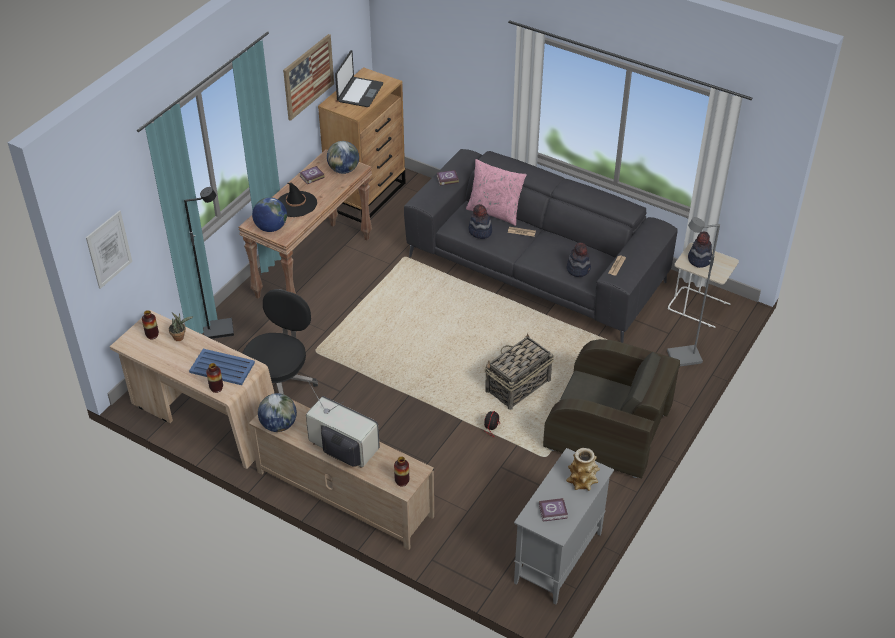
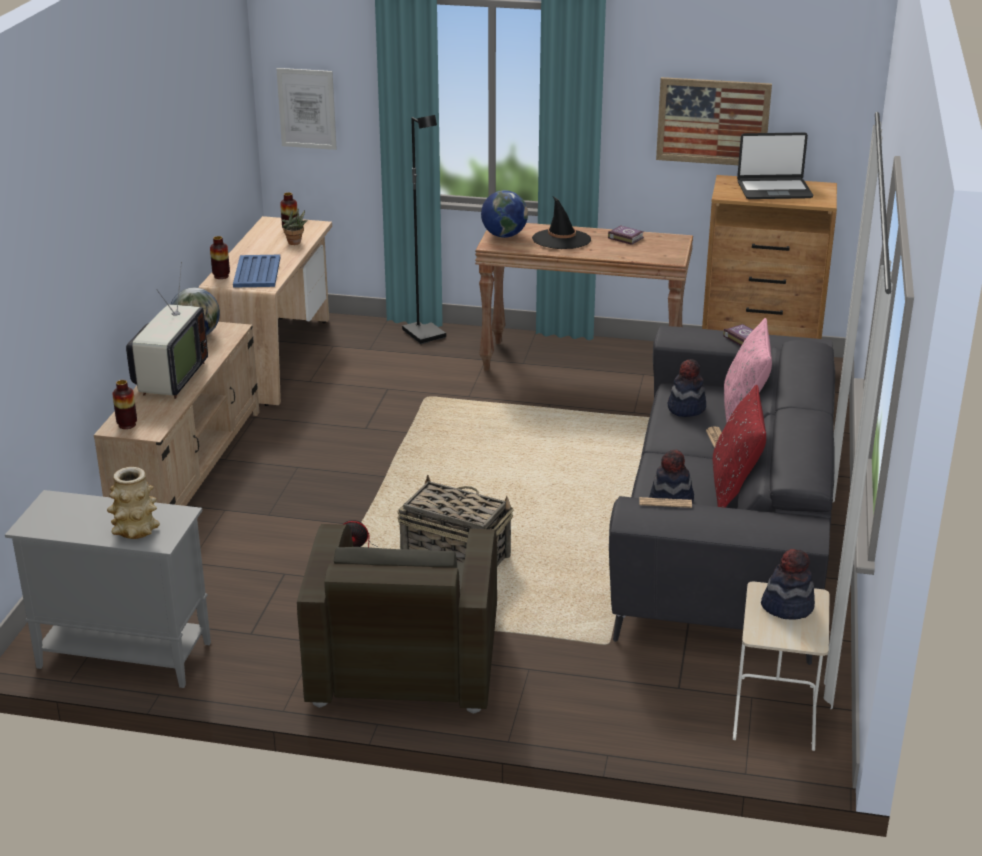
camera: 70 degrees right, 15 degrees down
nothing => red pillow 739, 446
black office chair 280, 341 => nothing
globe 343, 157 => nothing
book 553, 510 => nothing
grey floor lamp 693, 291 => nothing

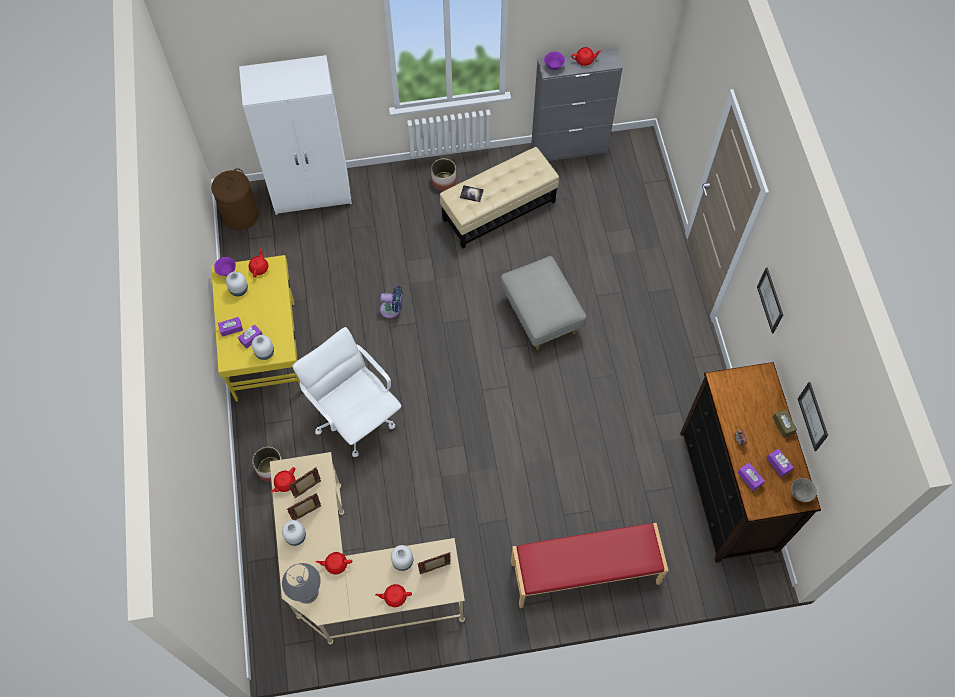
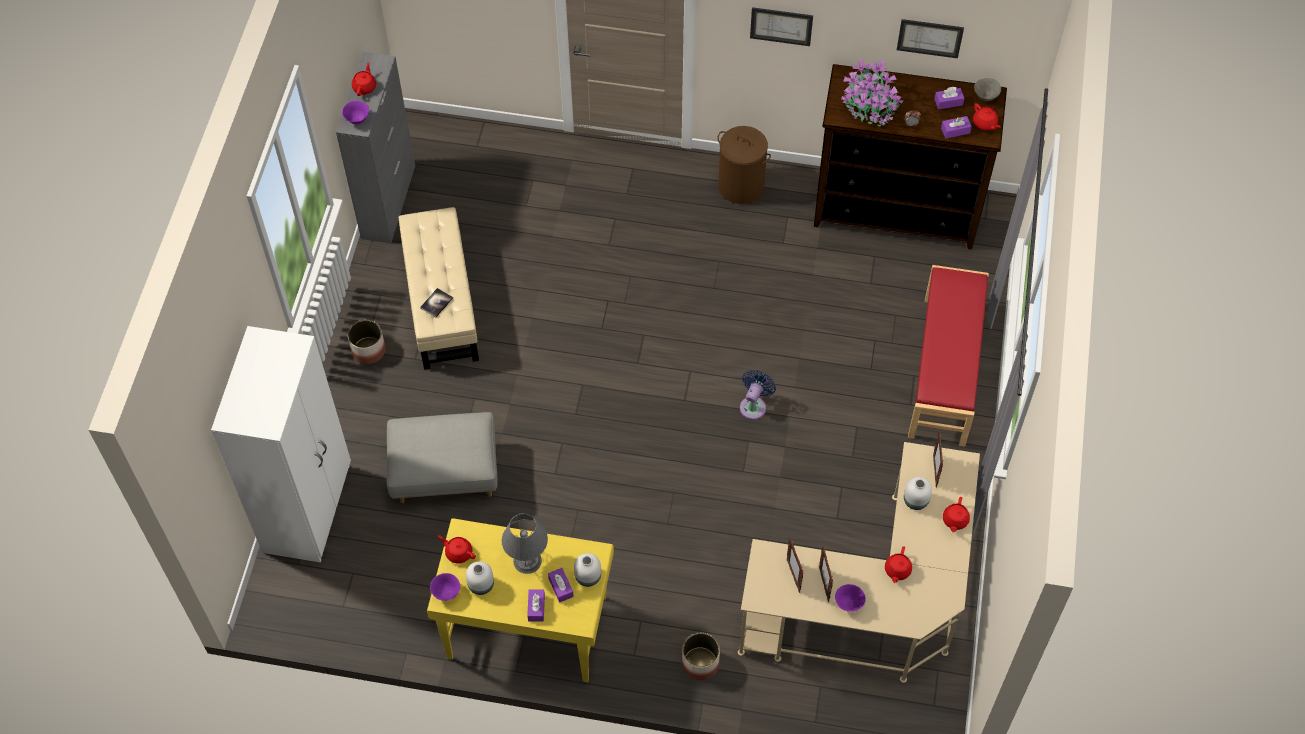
camera: 70 degrees left, 5 degrees down
grey ottoman 543, 303 => grey ottoman 442, 457, move
grey table lamp 301, 583 => grey table lamp 525, 543, move
brown laundry basket 235, 199 => brown laundry basket 744, 165, move
blue fan 391, 301 => blue fan 758, 395, move
white vase 294, 533 => purple bowl 850, 598
nothing => potted plant 872, 93
red teapot 282, 480 => red teapot 986, 116, move
white office chair 346, 392 => nothing
brown tissue box 785, 423 => nothing

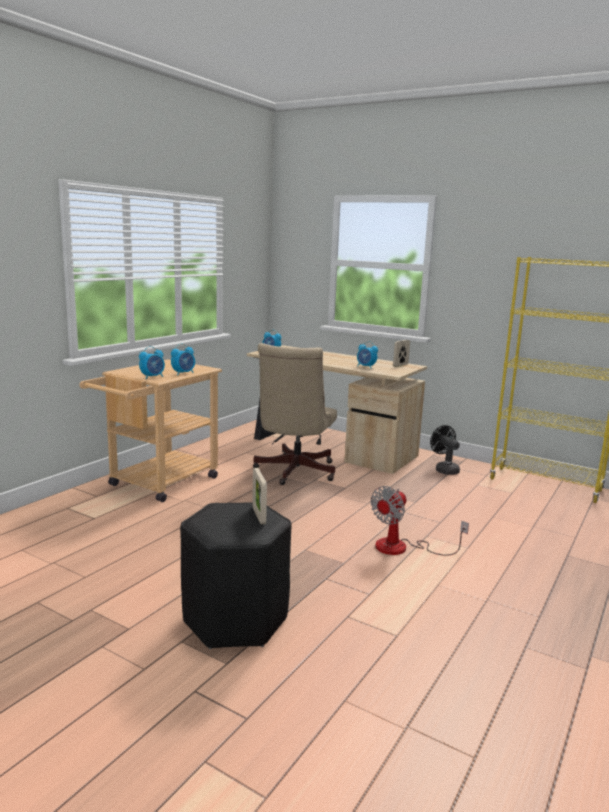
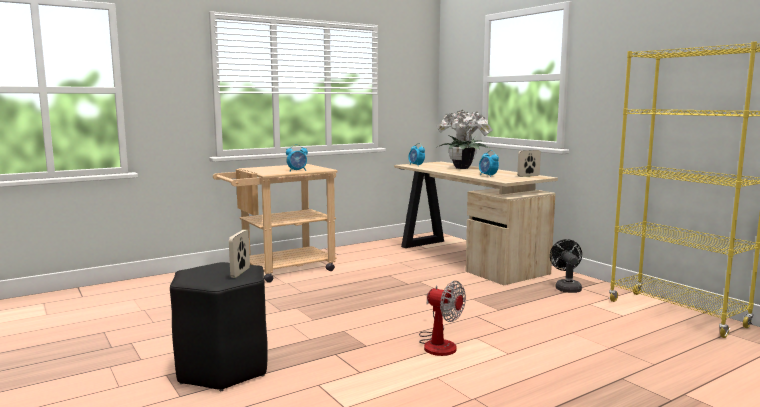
camera: 25 degrees right, 5 degrees down
fan 420, 521 => fan 442, 318, 120 degrees counterclockwise
nothing => potted plant 464, 139
alarm clock 152, 362 => nothing
beige office chair 295, 414 => nothing

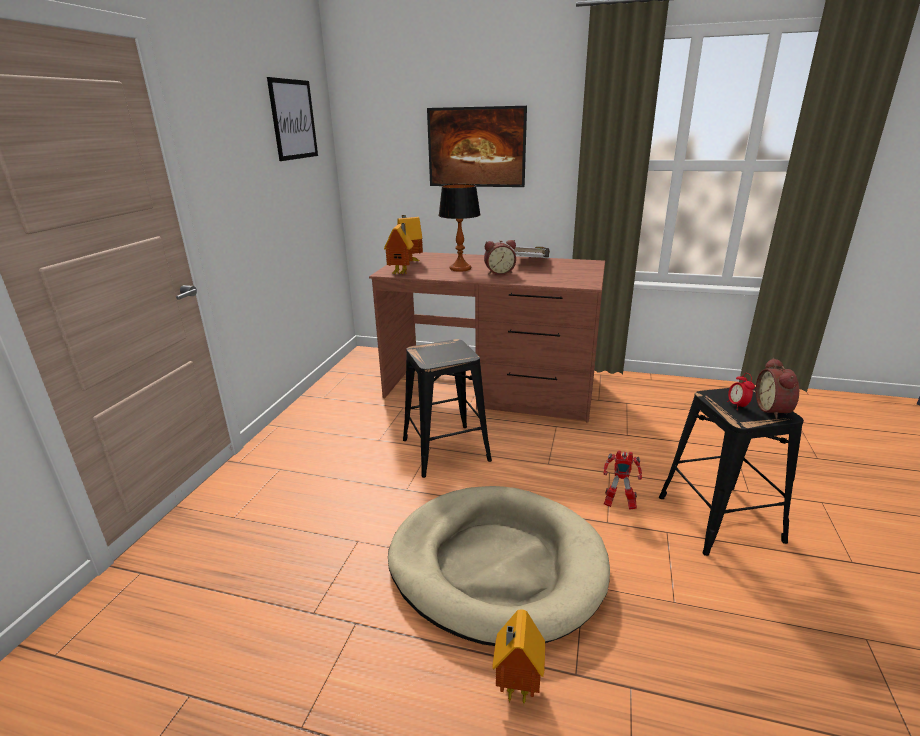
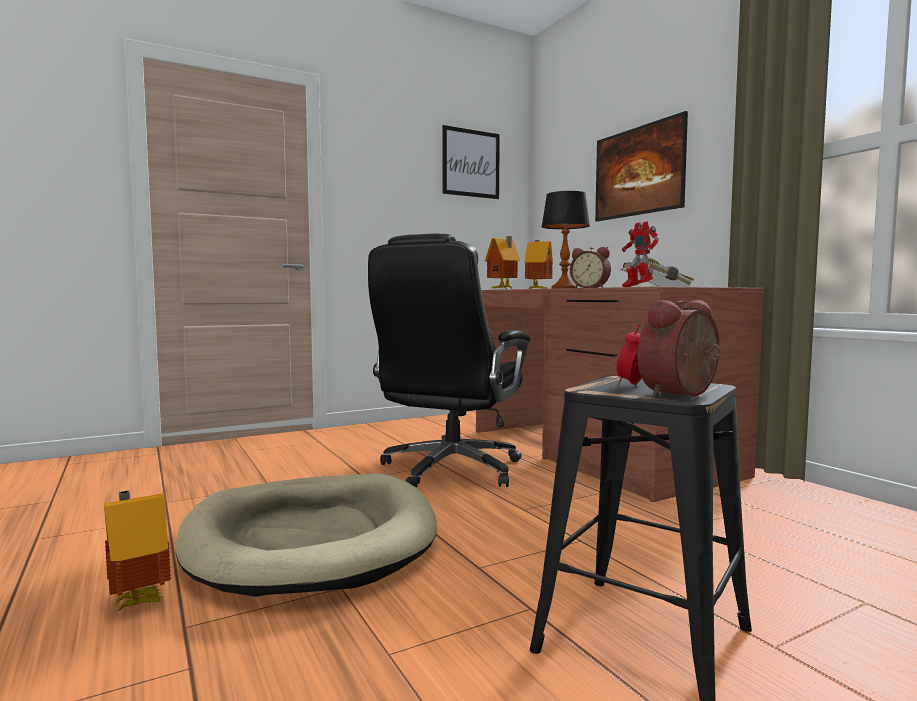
camera: 45 degrees right, 20 degrees down
black stool 447, 408 => black office chair 449, 361
toy robot 623, 480 => toy robot 640, 254, move

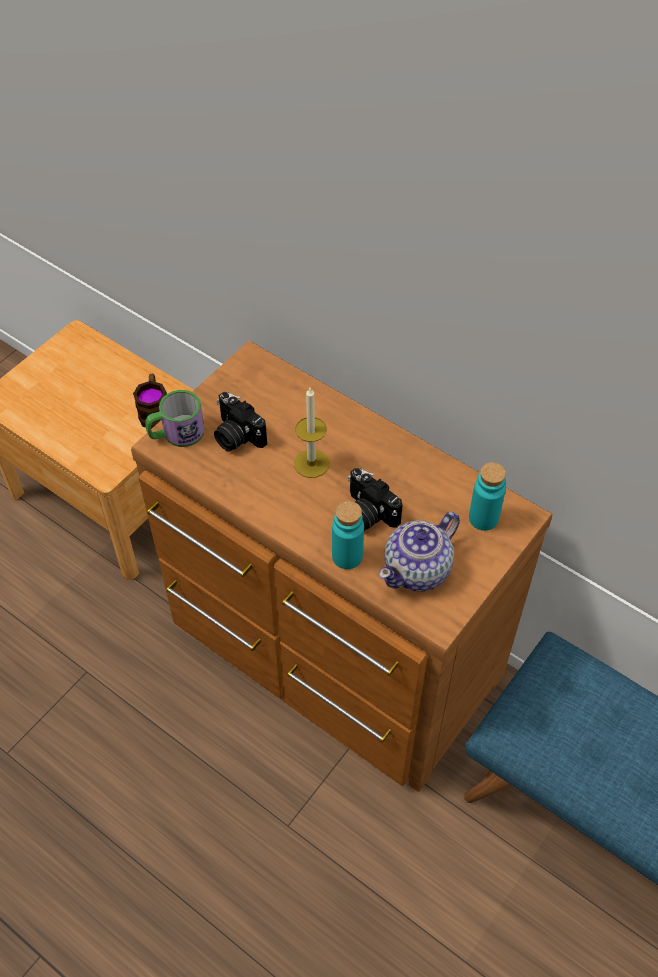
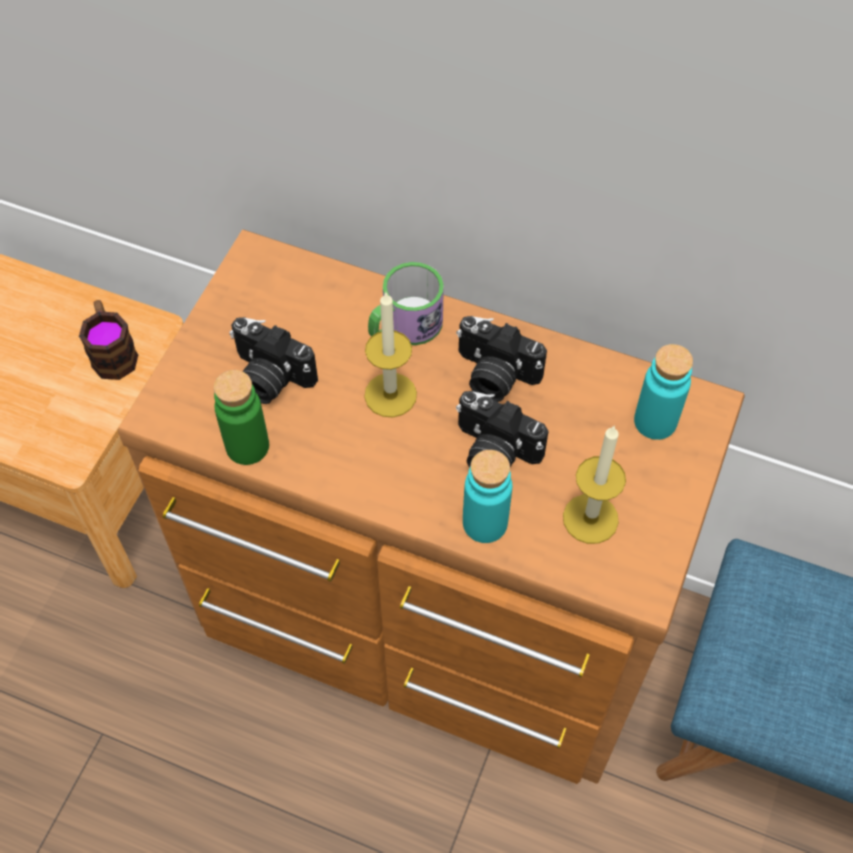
camera: 15 degrees left, 5 degrees up
nothing => green bottle 241, 417
mug 175, 418 => mug 406, 303, move
nothing => photo camera 501, 359
teapot 419, 551 => candle 594, 484

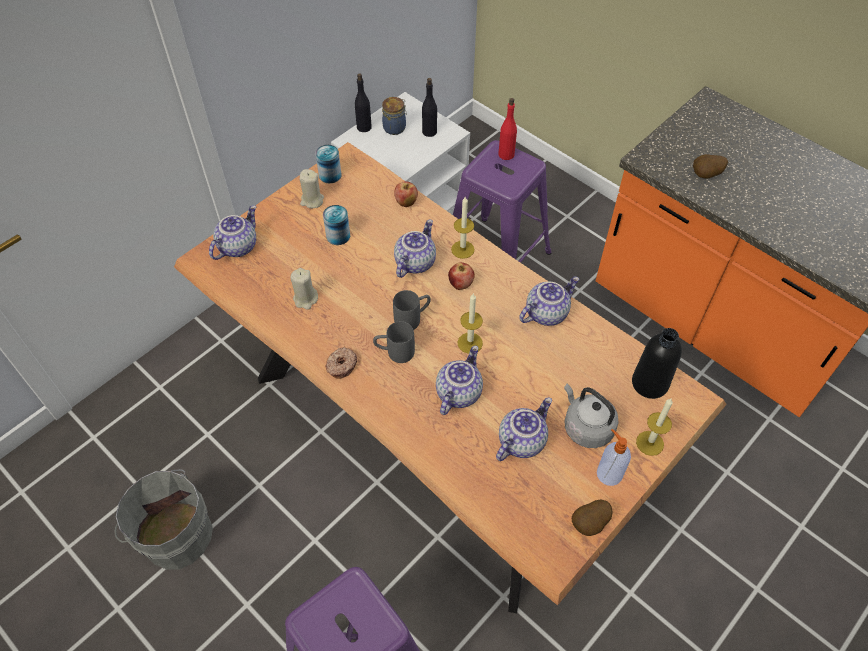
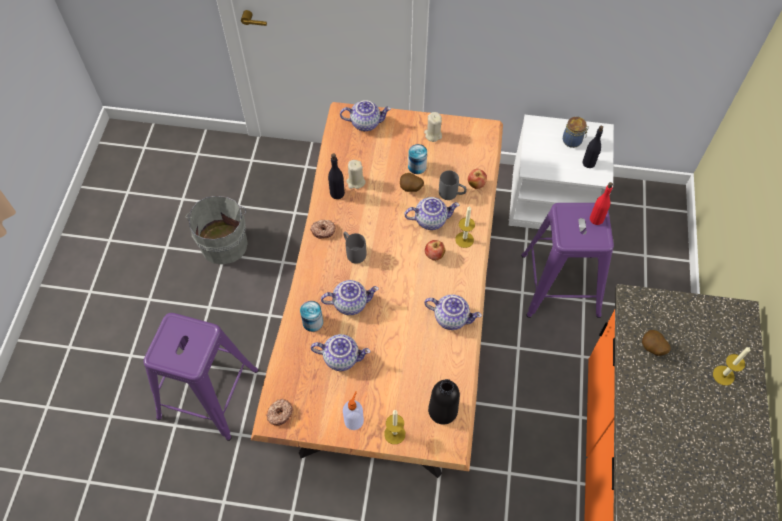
camera: 55 degrees right, 5 degrees up
nothing => donut 279, 412
can 328, 164 => can 311, 316, move
black bottle 363, 102 => black bottle 336, 176, move
potato 592, 518 => potato 412, 182, move
grey mug 412, 310 => grey mug 453, 185, move
candle 470, 324 => candle 731, 366, move
grey kettle 591, 415 => nothing

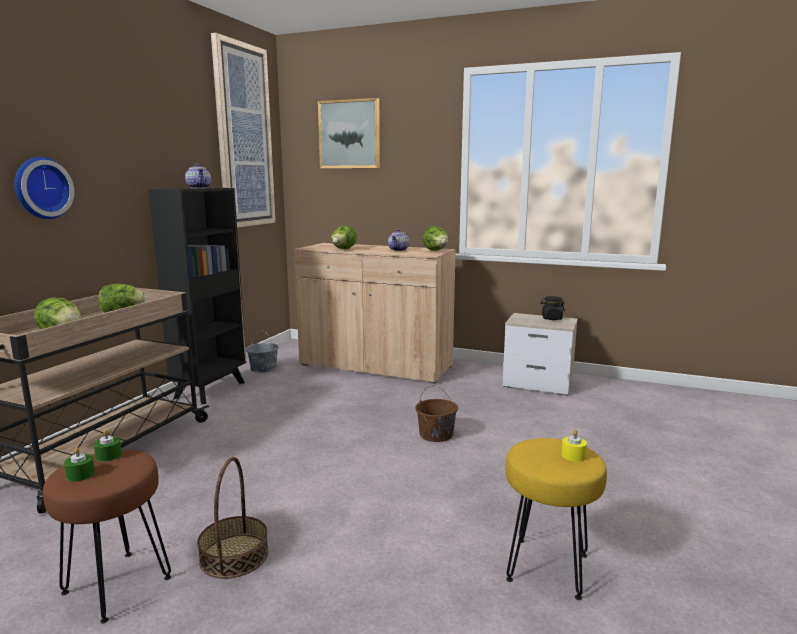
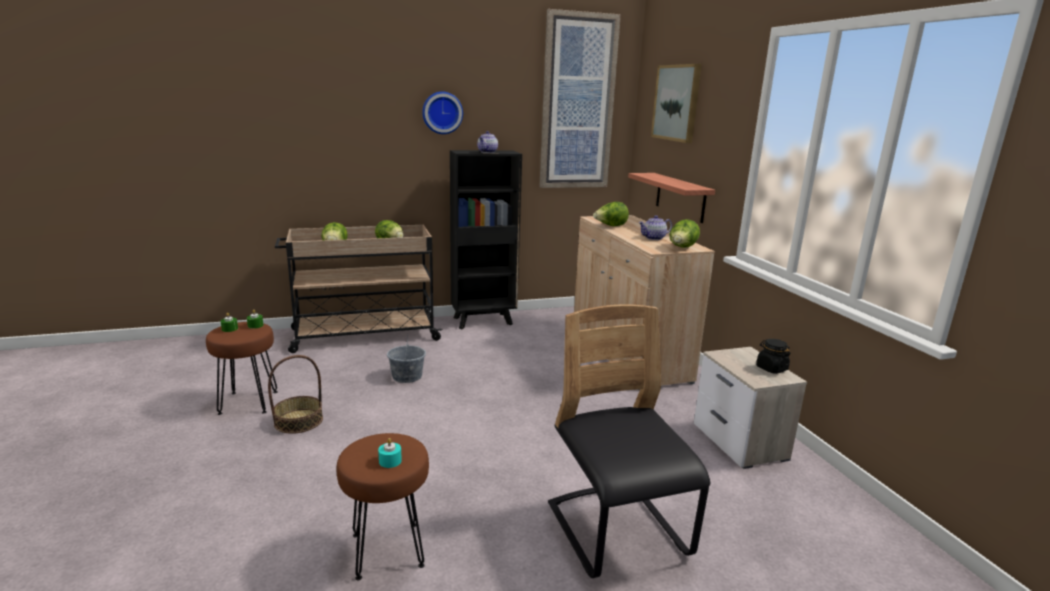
camera: 50 degrees right, 5 degrees up
yellow stool 556, 519 => brown stool 383, 506
yellow candle 574, 446 => turquoise candle 390, 453
grey bucket 262, 351 => grey bucket 406, 359, move
wall clock 44, 188 => wall clock 442, 112, move
nothing => black chair 629, 441
nothing => shelf 671, 198
brown bucket 436, 414 => nothing

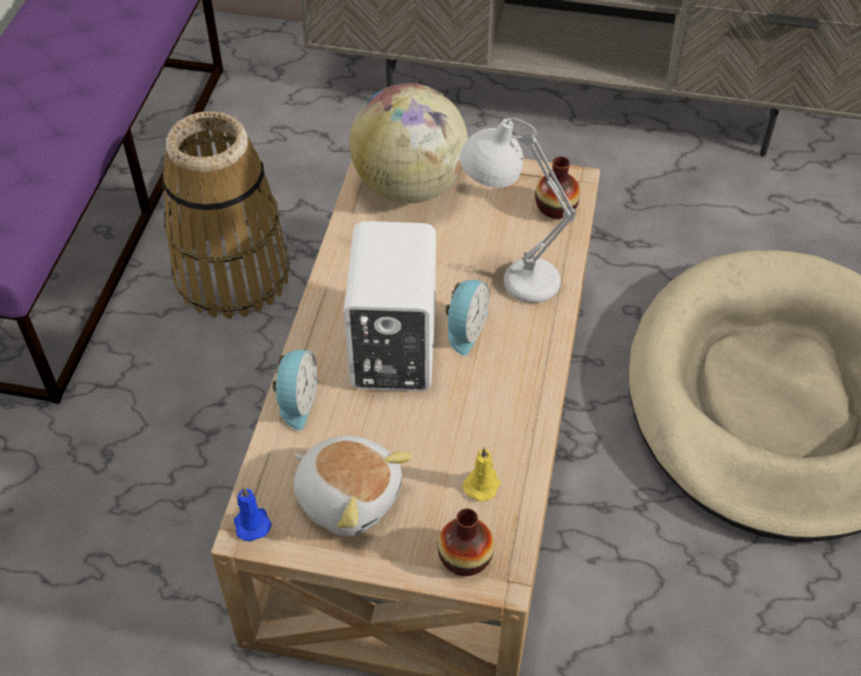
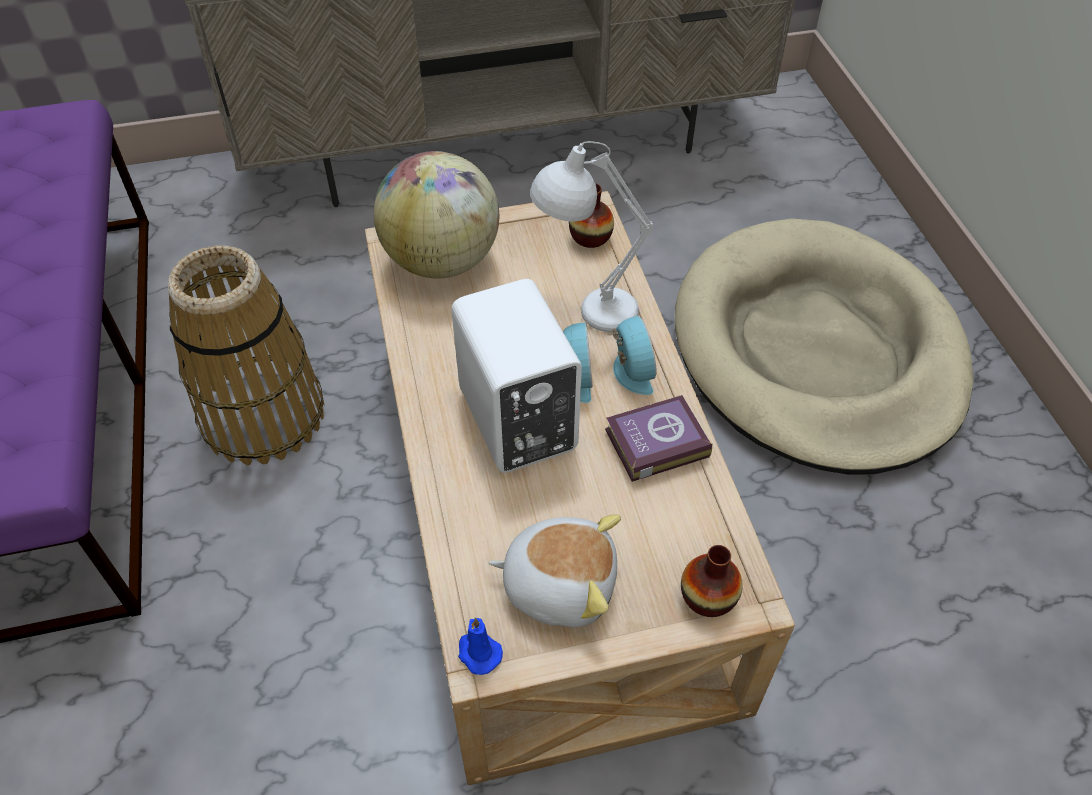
camera: 25 degrees left, 0 degrees up
nothing => book 658, 438
alarm clock 295, 390 => alarm clock 634, 355, move
yellow candle 482, 474 => nothing

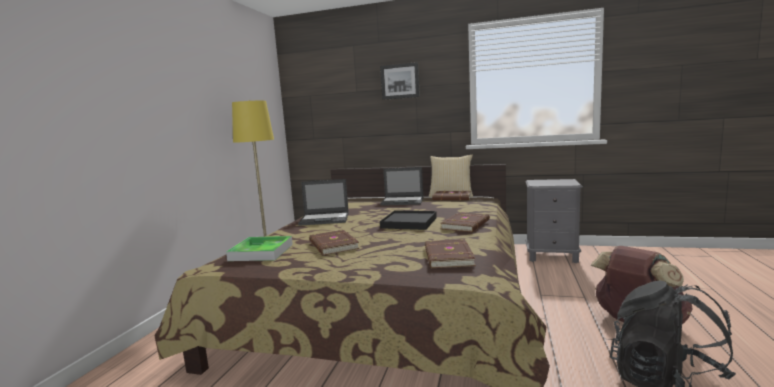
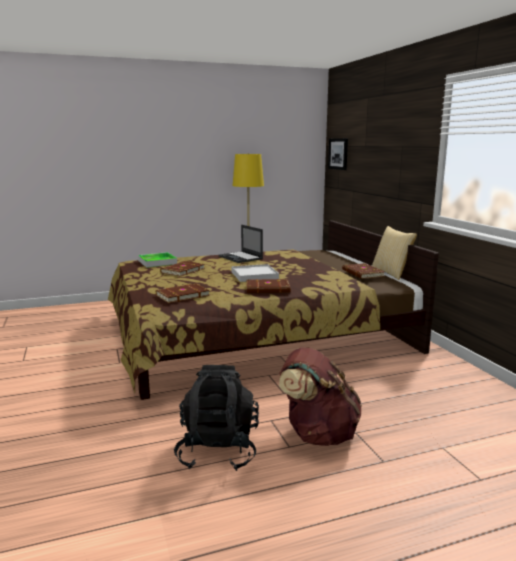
camera: 55 degrees right, 5 degrees up
black tray 408, 220 => white tray 255, 273
picture 400, 81 => picture 338, 154, move
laptop 401, 186 => nothing
grey nightstand 554, 221 => nothing

